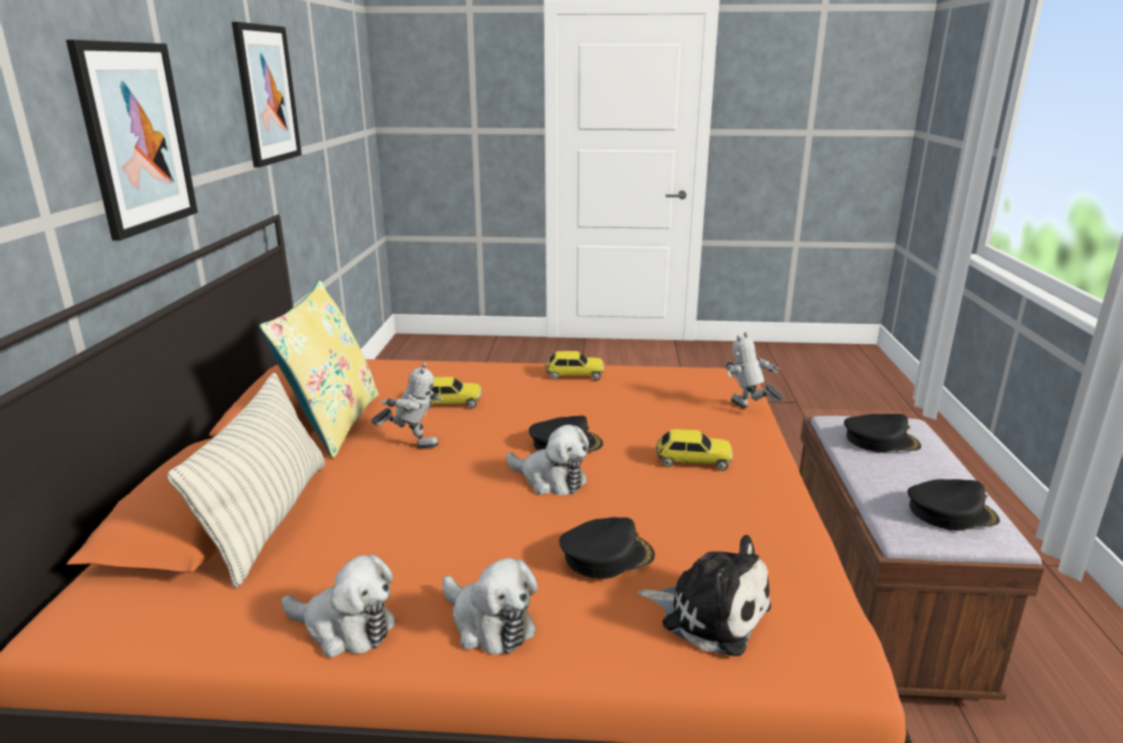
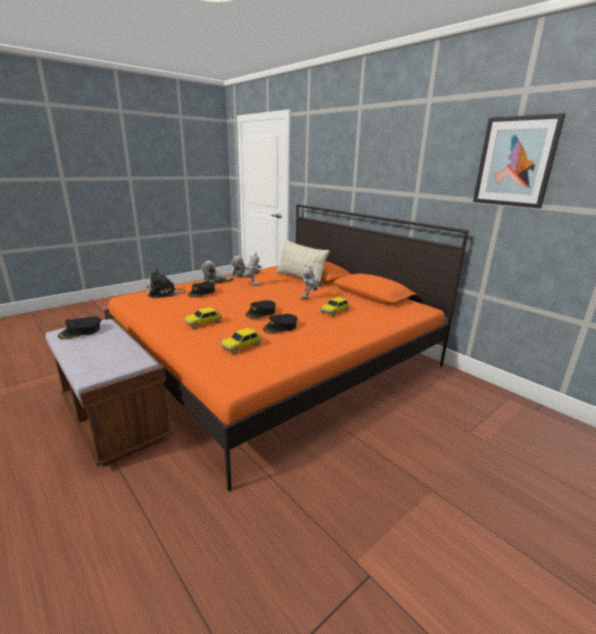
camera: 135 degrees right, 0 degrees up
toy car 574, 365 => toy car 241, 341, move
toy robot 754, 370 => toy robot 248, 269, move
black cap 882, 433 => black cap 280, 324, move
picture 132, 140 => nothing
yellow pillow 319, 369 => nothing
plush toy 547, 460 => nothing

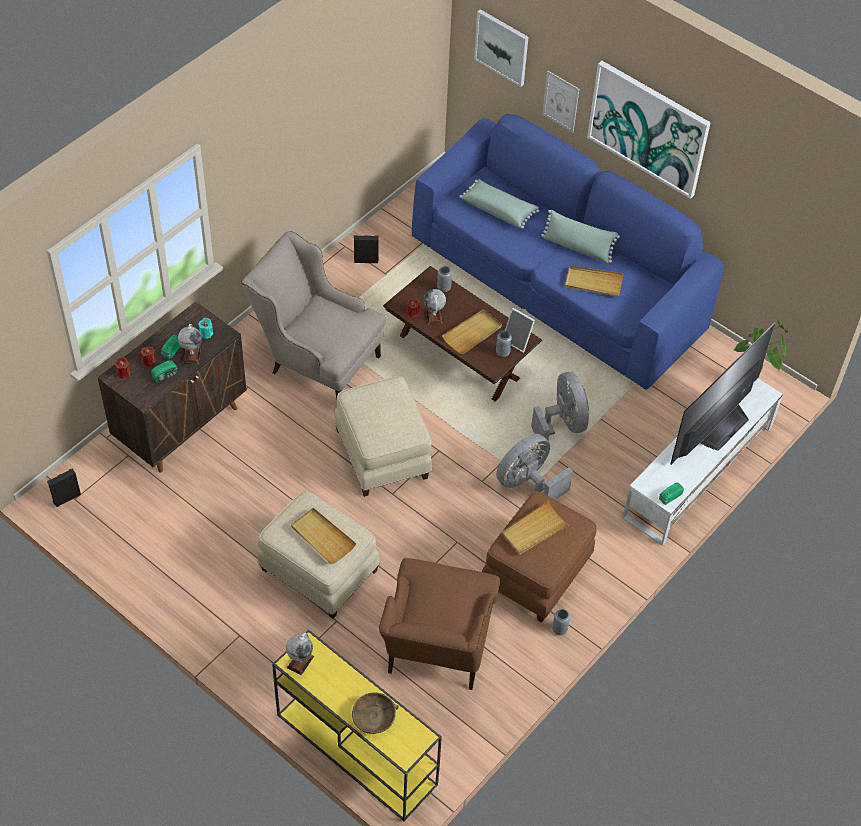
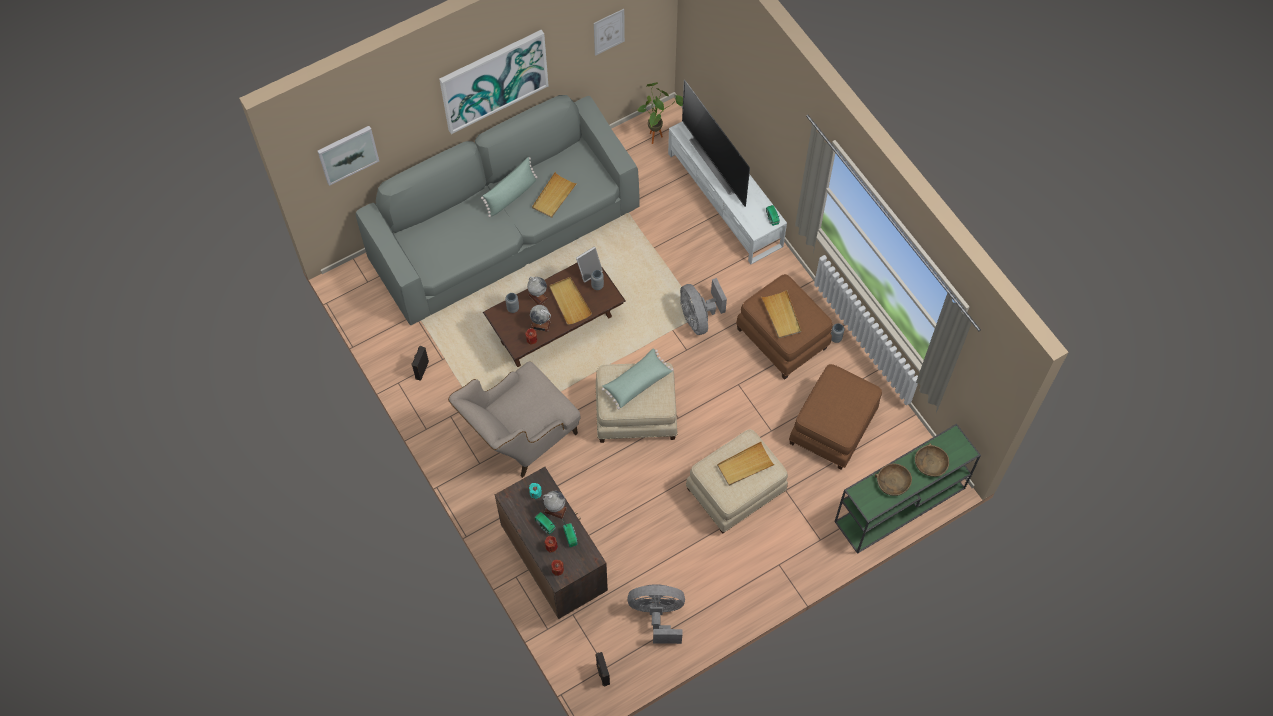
camera: 70 degrees left, 10 degrees up
blue sofa 568, 252 => grey sofa 498, 210
globe 300, 654 => globe 538, 291, move
picture 560, 102 => picture 609, 32, move
green pillow 499, 204 => green pillow 638, 378, move
grey fan 560, 410 => grey fan 656, 614, move
brown armchair 439, 624 => brown ottoman 835, 417
yellow console table 357, 725 => green console table 908, 489
nothing => brown bowl 893, 479

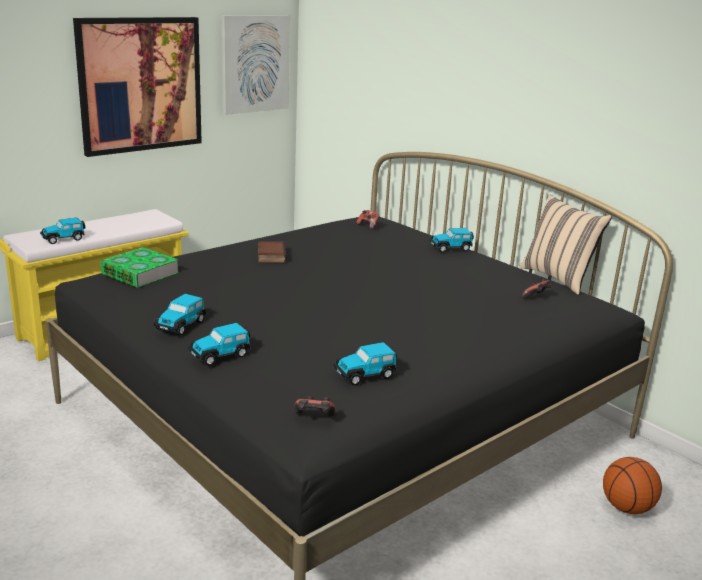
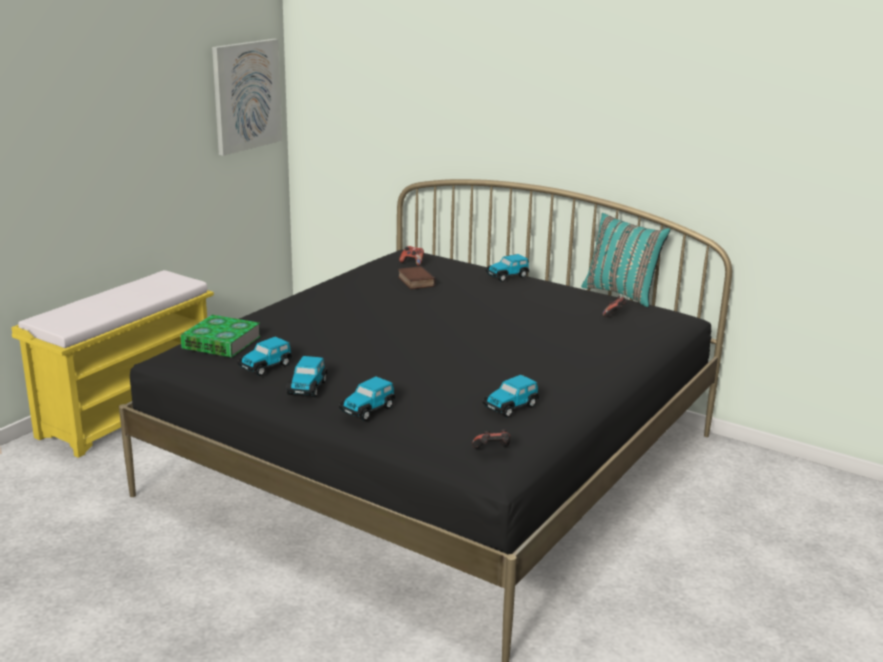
camera: 15 degrees left, 0 degrees up
toy car 62, 231 => toy car 265, 356, move
book 272, 252 => book 417, 277, move
beige pillow 566, 244 => turquoise pillow 625, 260
picture 137, 87 => nothing
basketball 632, 485 => nothing

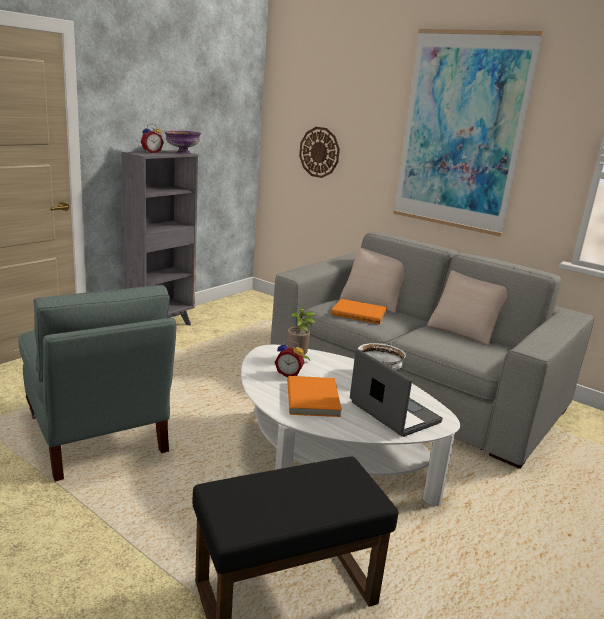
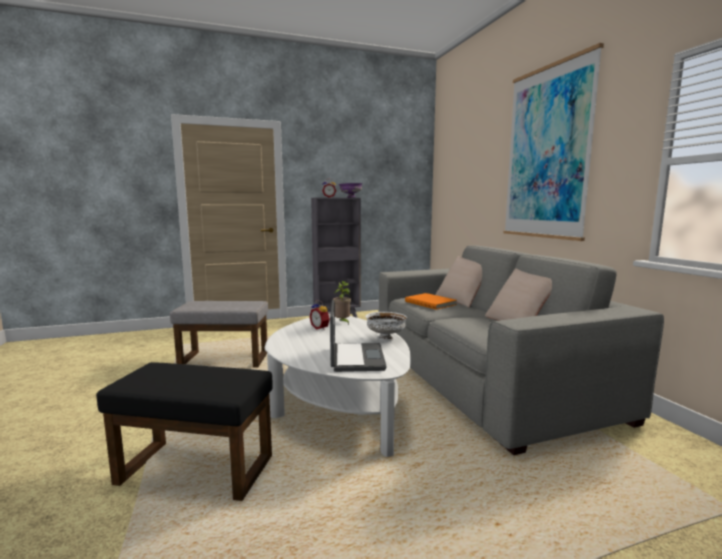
camera: 35 degrees right, 10 degrees down
grey armchair 97, 383 => grey ottoman 219, 334
orange book 314, 396 => nothing
wall clock 319, 152 => nothing

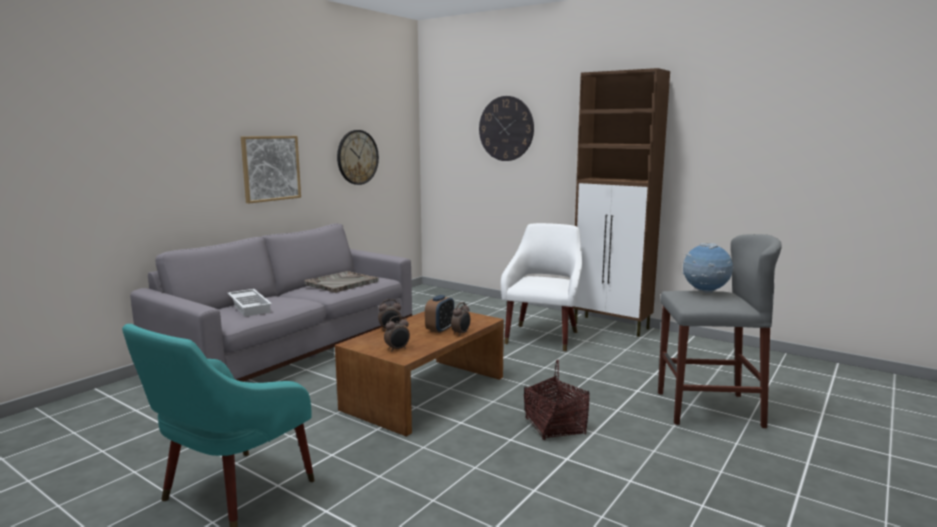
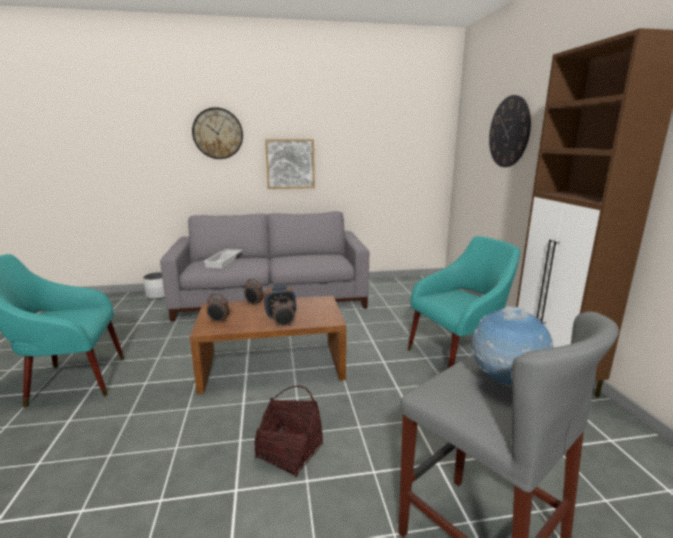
camera: 45 degrees right, 5 degrees up
nothing => white planter 154, 285
wall clock 358, 157 => wall clock 217, 133, move
white armchair 541, 287 => turquoise armchair 464, 302
grey tray 342, 282 => nothing

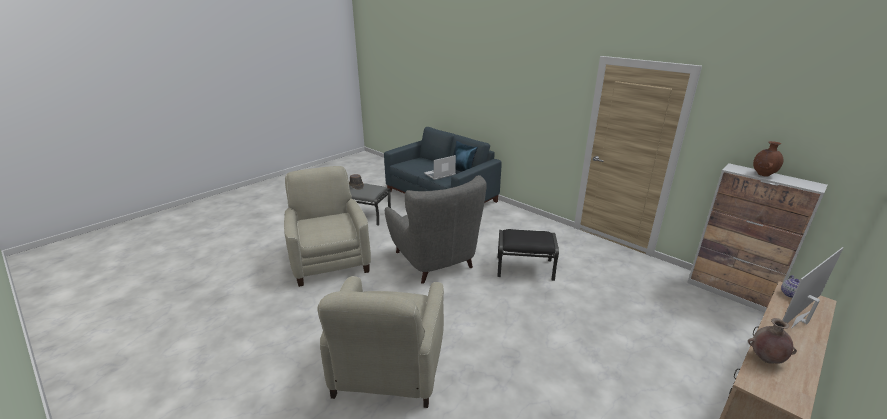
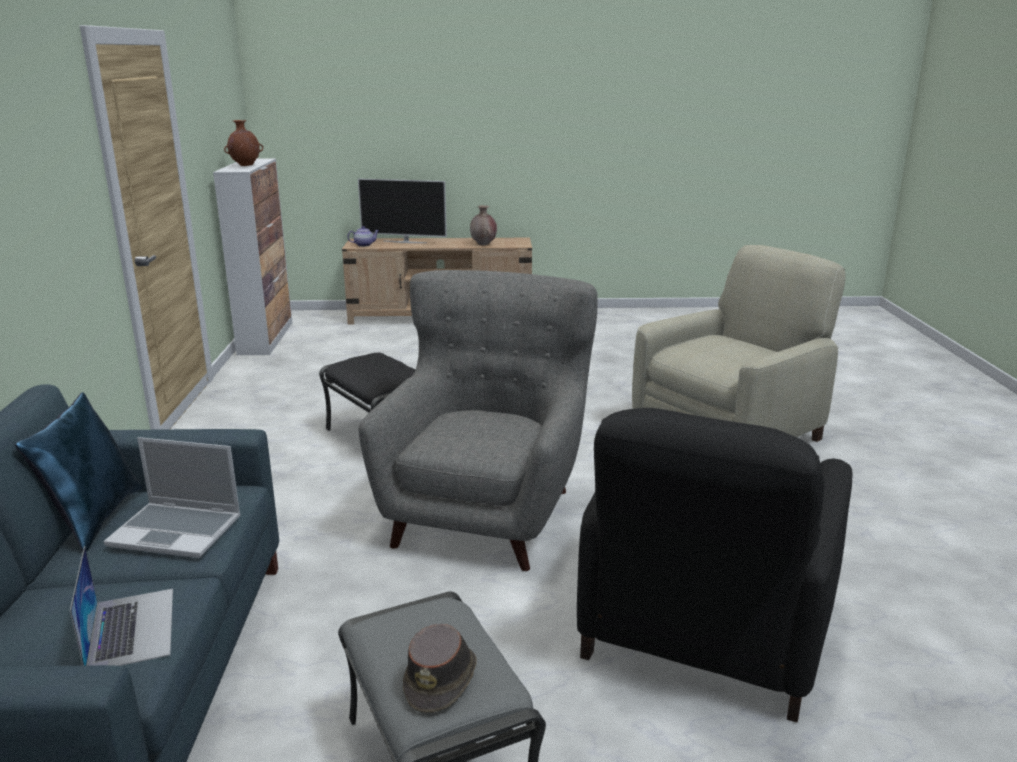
camera: 135 degrees left, 5 degrees down
nothing => laptop 121, 606
beige armchair 327, 226 => black armchair 715, 565

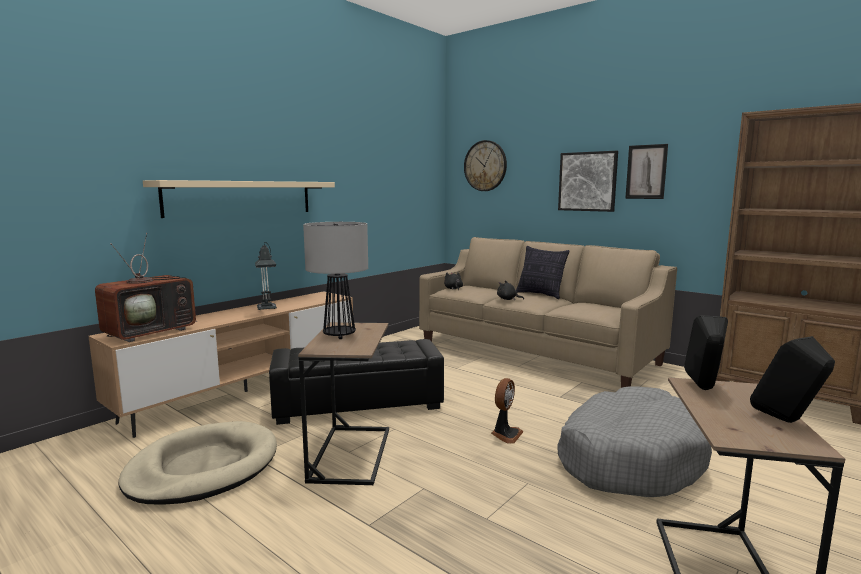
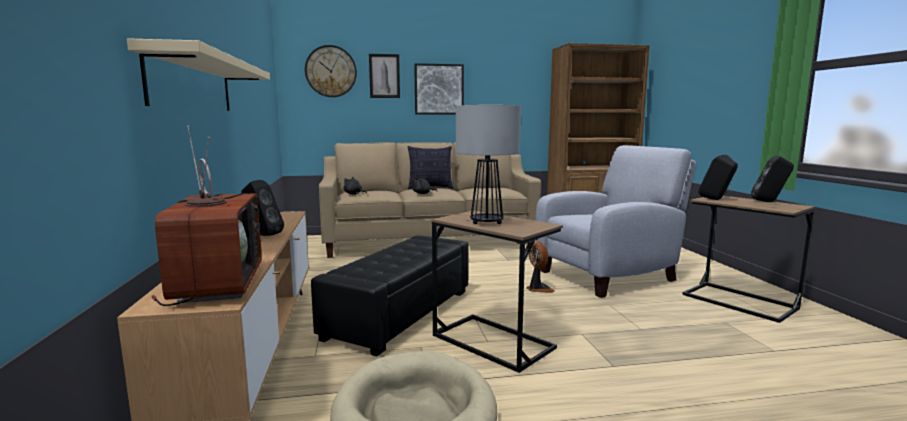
camera: 50 degrees left, 0 degrees up
table lamp 266, 276 => black speaker 262, 208
picture 646, 171 => picture 384, 76, move
grey dog bed 634, 441 => grey armchair 615, 221

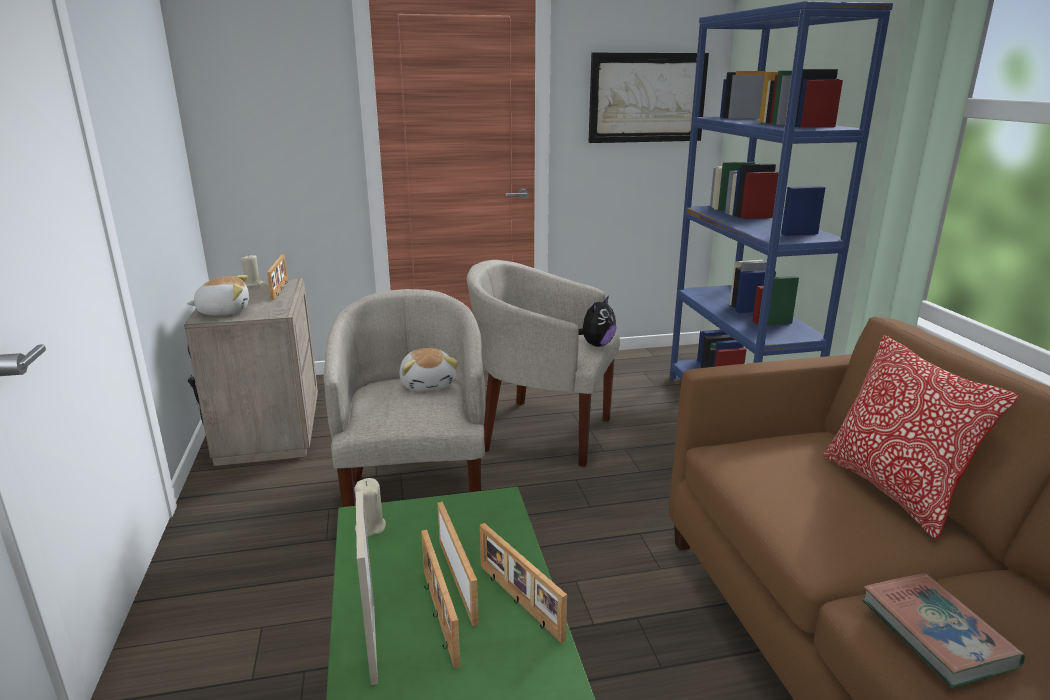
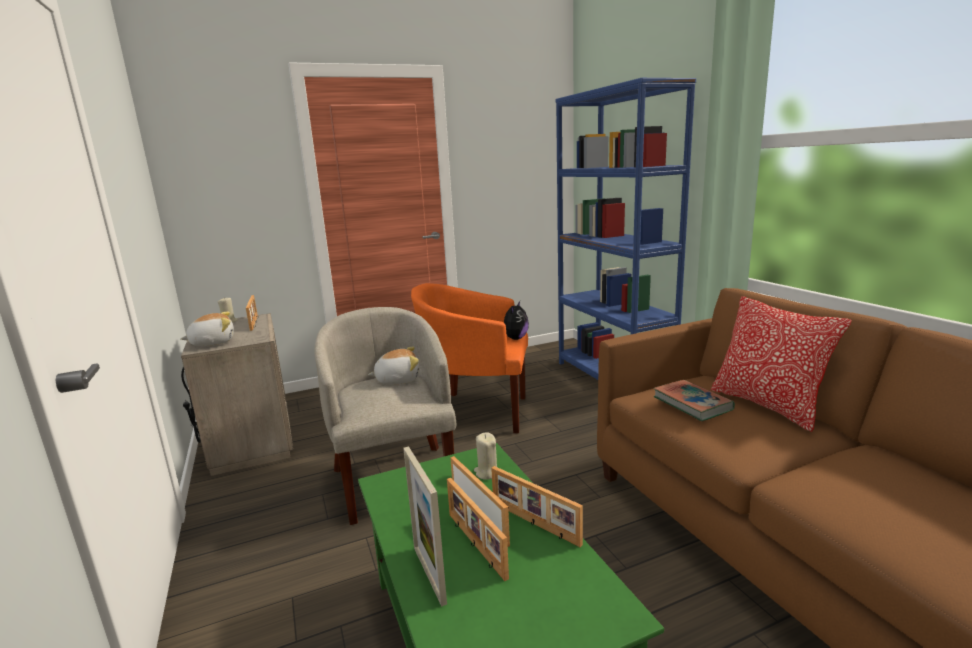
camera: 10 degrees left, 5 degrees down
plush toy 428, 369 => plush toy 393, 365, 75 degrees counterclockwise
beige armchair 543, 363 => orange armchair 469, 358
beige candle 370, 507 => beige candle 485, 456, move
book 943, 630 => book 694, 400, move
picture 648, 98 => nothing

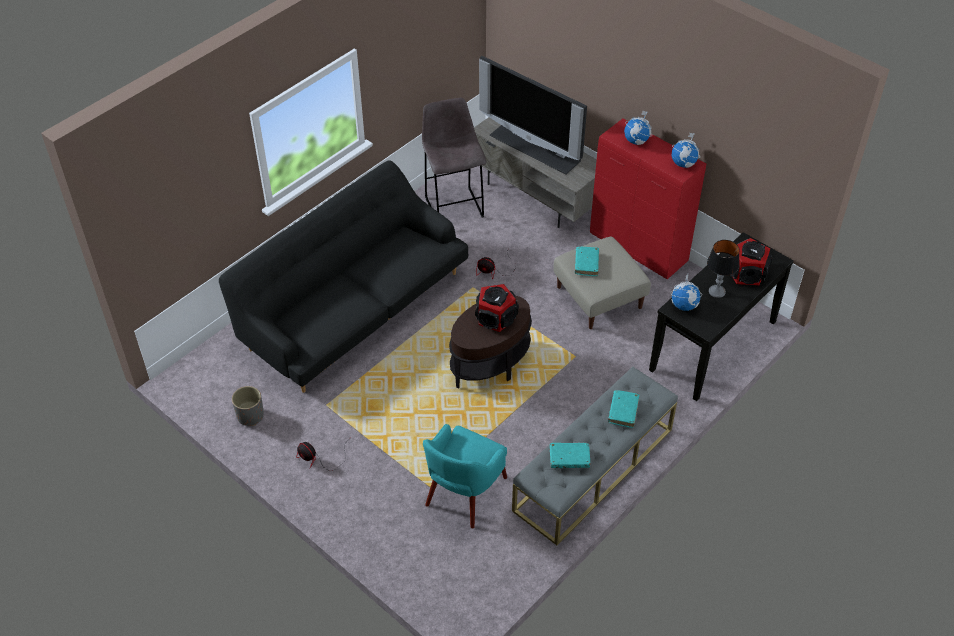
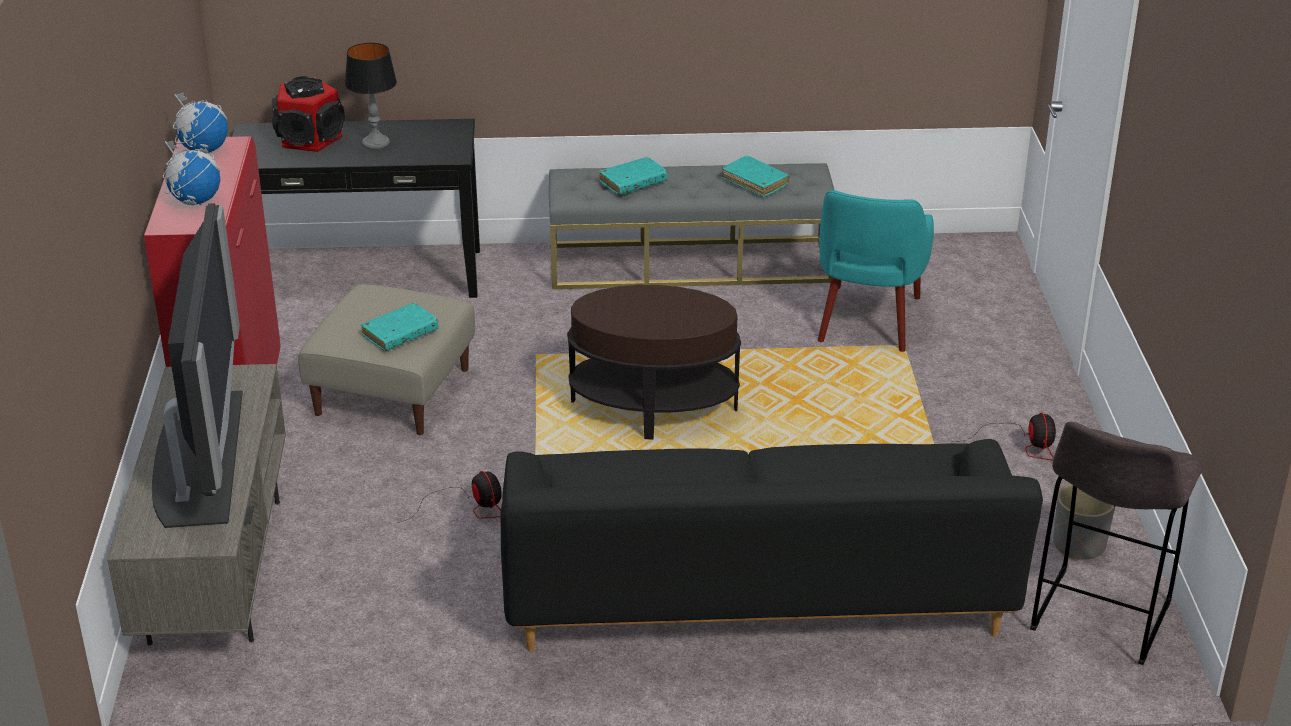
camera: 135 degrees left, 15 degrees down
turquoise armchair 465, 476 => turquoise armchair 876, 271, 120 degrees clockwise
grey stool 454, 157 => grey stool 1117, 543, move
speaker 497, 308 => nothing
globe 686, 292 => nothing

